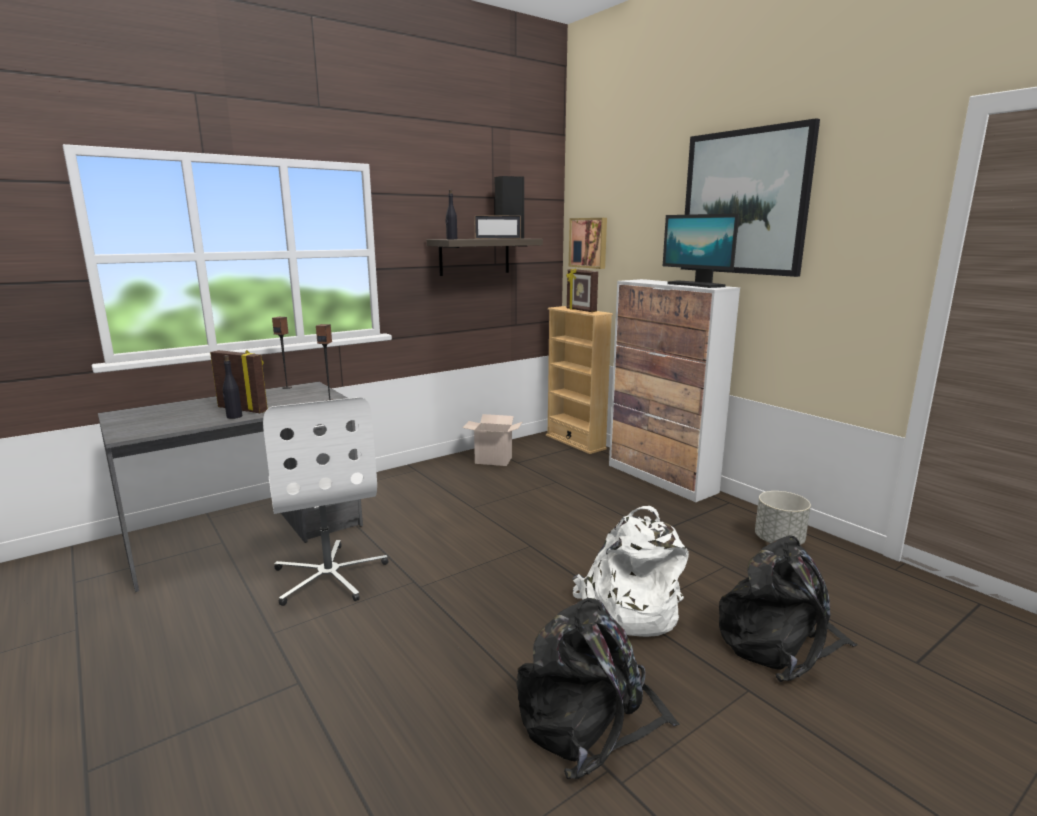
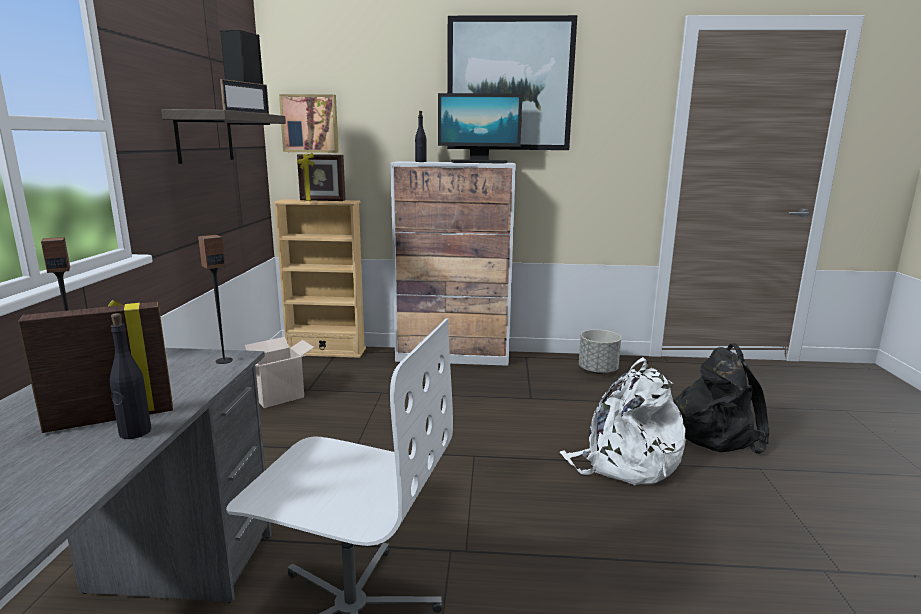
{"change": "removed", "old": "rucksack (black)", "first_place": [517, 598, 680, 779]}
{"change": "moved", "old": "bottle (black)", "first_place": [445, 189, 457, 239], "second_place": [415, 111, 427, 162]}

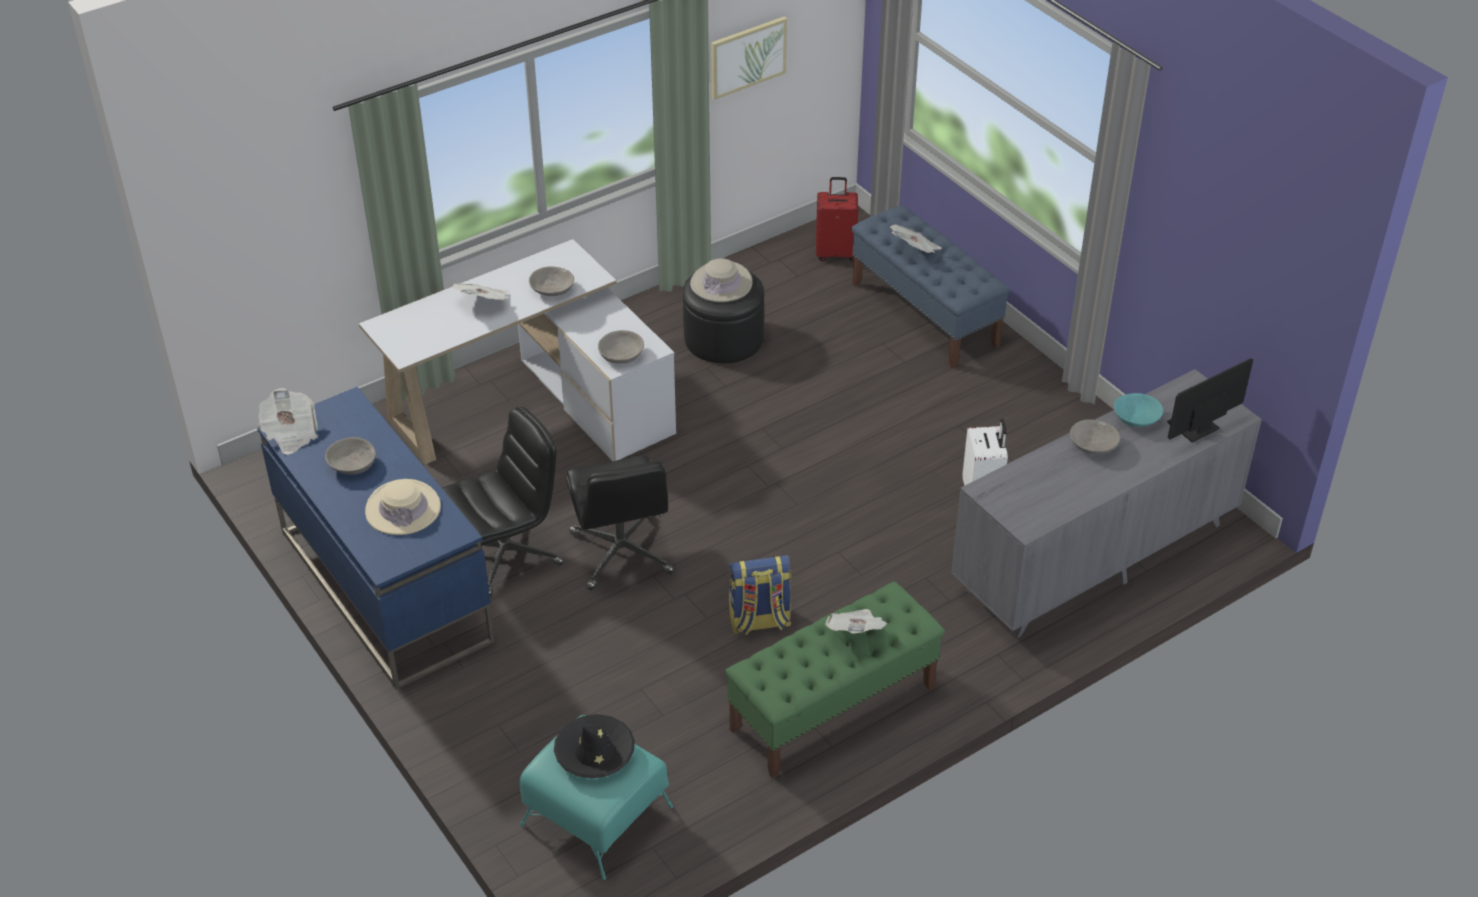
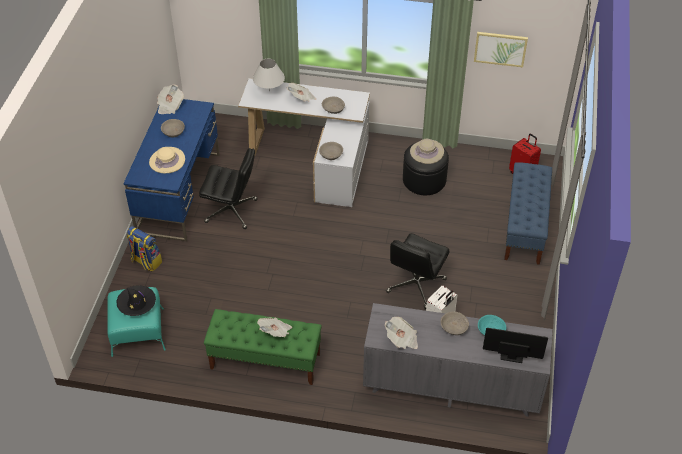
{"change": "added", "new": "table lamp (white-coloured)", "second_place": [253, 59, 285, 92]}
{"change": "moved", "old": "desk chair (black)", "first_place": [566, 455, 674, 590], "second_place": [386, 233, 450, 309]}
{"change": "moved", "old": "rucksack", "first_place": [729, 555, 792, 635], "second_place": [127, 226, 162, 272]}
{"change": "moved", "old": "printed paper", "first_place": [890, 225, 942, 253], "second_place": [385, 317, 418, 349]}

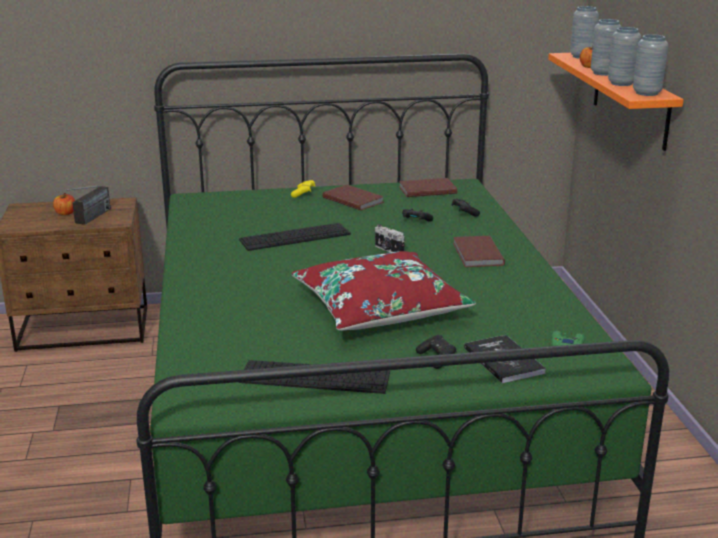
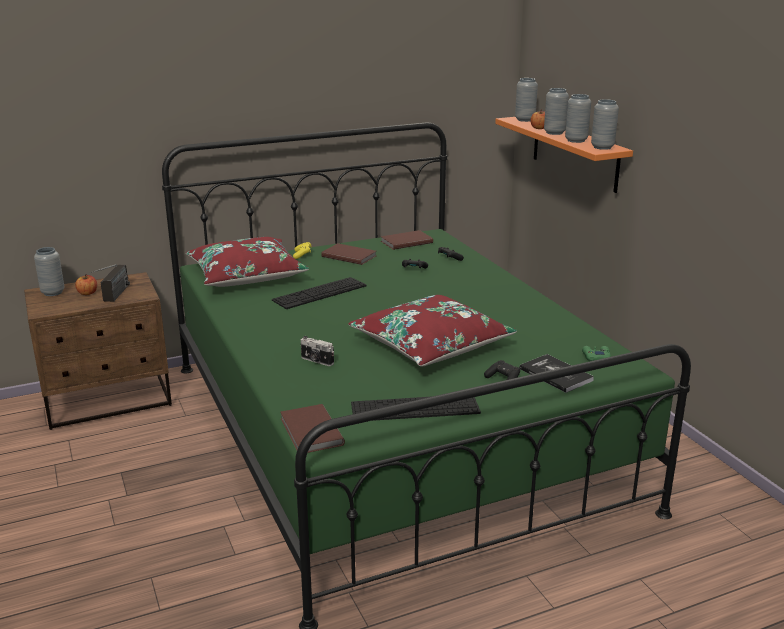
{"change": "added", "new": "decorative vase (gray)", "second_place": [34, 247, 64, 296]}
{"change": "added", "new": "cushion (red-coloured)", "second_place": [186, 237, 309, 287]}
{"change": "moved", "old": "still camera", "first_place": [375, 224, 405, 252], "second_place": [301, 336, 334, 366]}
{"change": "moved", "old": "book (brownish)", "first_place": [453, 236, 505, 267], "second_place": [280, 404, 345, 453]}

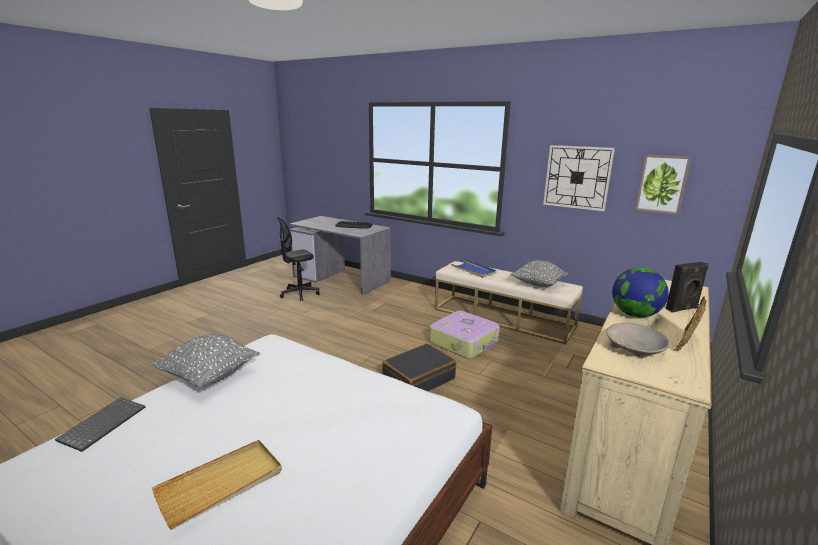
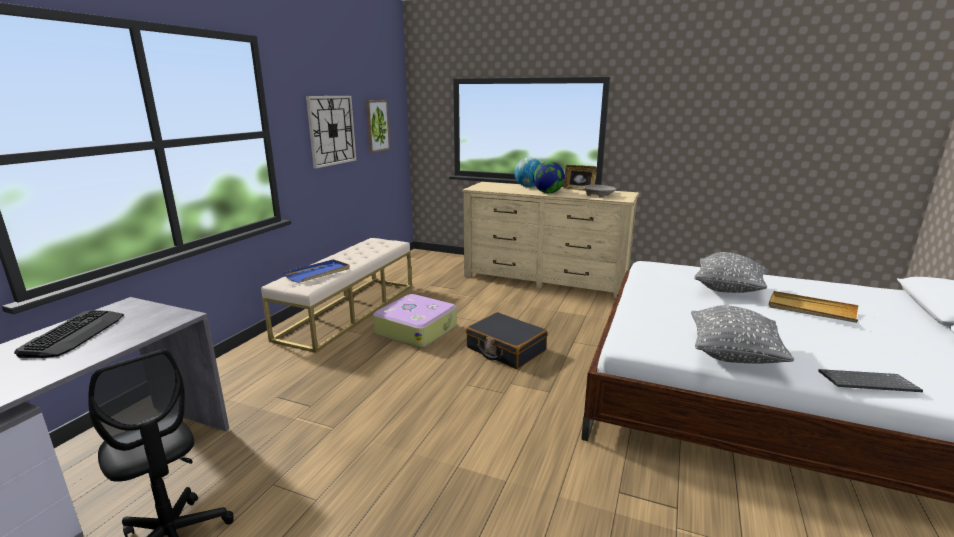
{"change": "moved", "old": "cushion (gray)", "first_place": [511, 260, 568, 287], "second_place": [694, 252, 767, 293]}
{"change": "replaced", "old": "speaker (black)", "new": "world globe", "first_place": [666, 262, 709, 312], "second_place": [514, 157, 541, 187]}

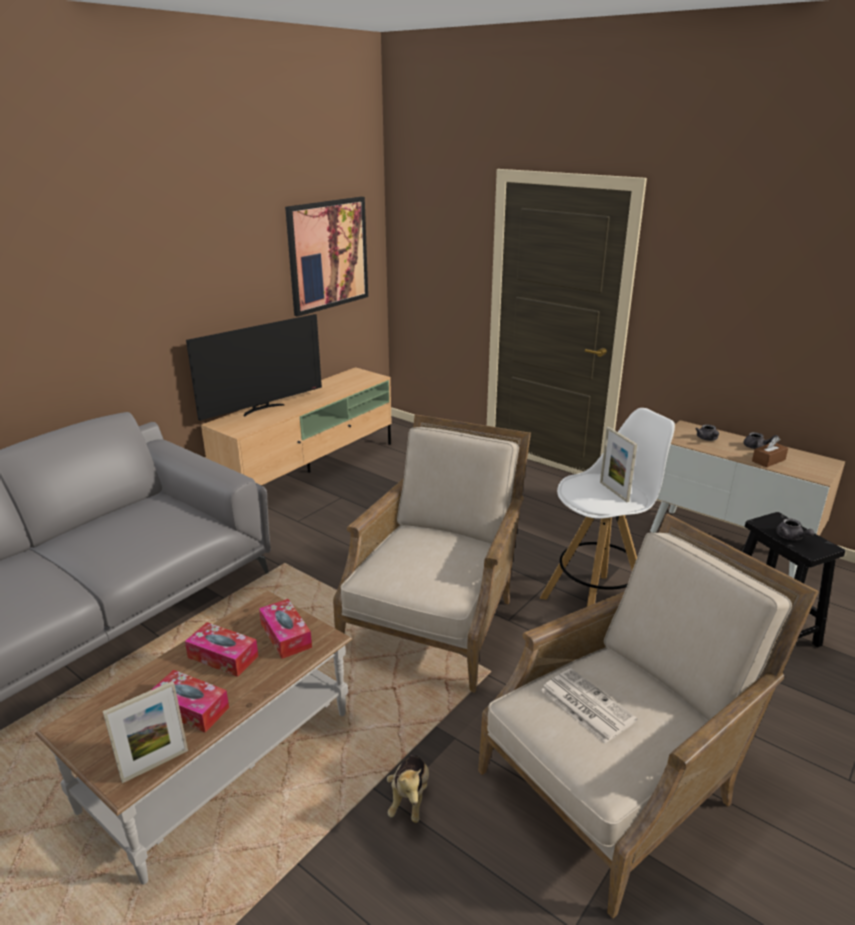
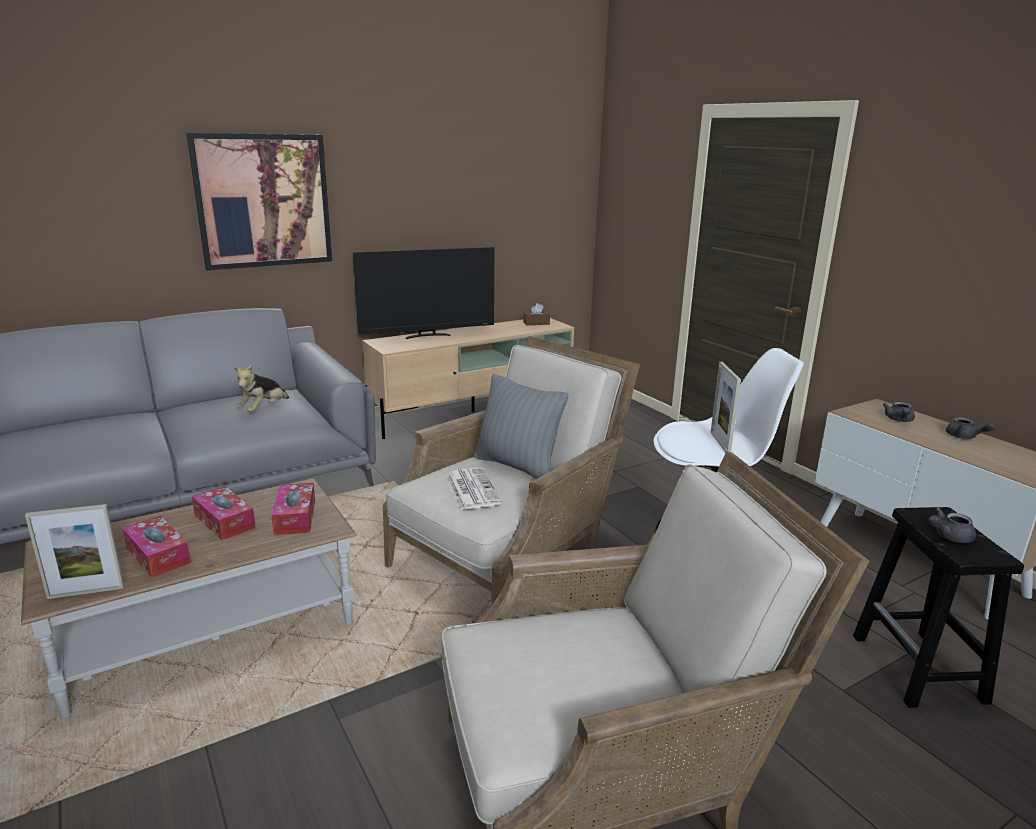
{"change": "added", "new": "cushion (gray)", "second_place": [474, 374, 568, 479]}
{"change": "moved", "old": "picture", "first_place": [285, 197, 368, 317], "second_place": [187, 133, 332, 270]}
{"change": "moved", "old": "plush toy", "first_place": [387, 755, 429, 823], "second_place": [233, 365, 289, 412]}
{"change": "moved", "old": "printed paper", "first_place": [541, 668, 637, 744], "second_place": [446, 467, 502, 510]}
{"change": "moved", "old": "tissue box (brownish)", "first_place": [752, 437, 788, 467], "second_place": [523, 303, 550, 325]}
{"change": "turned", "old": "tea pot (gray)", "first_place": [776, 518, 814, 540], "second_place": [929, 508, 976, 543], "degrees": 75}

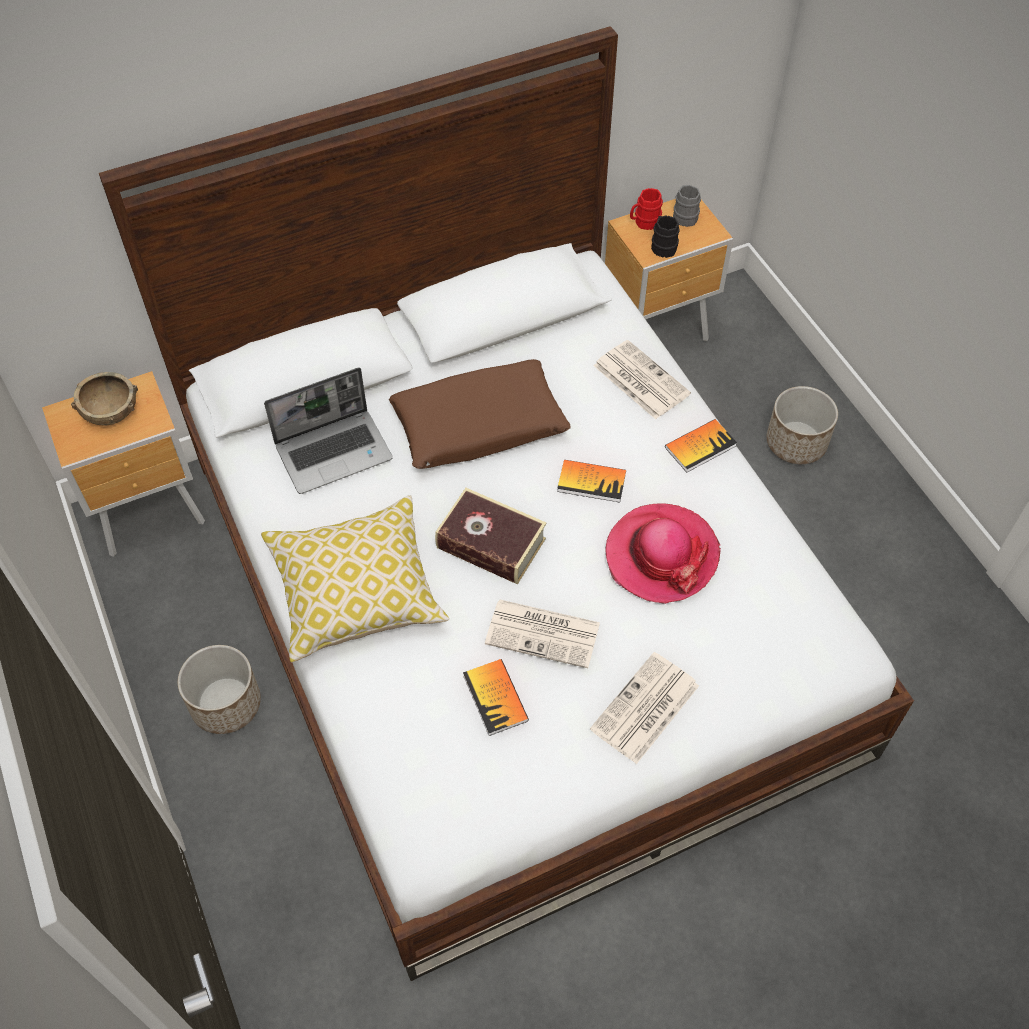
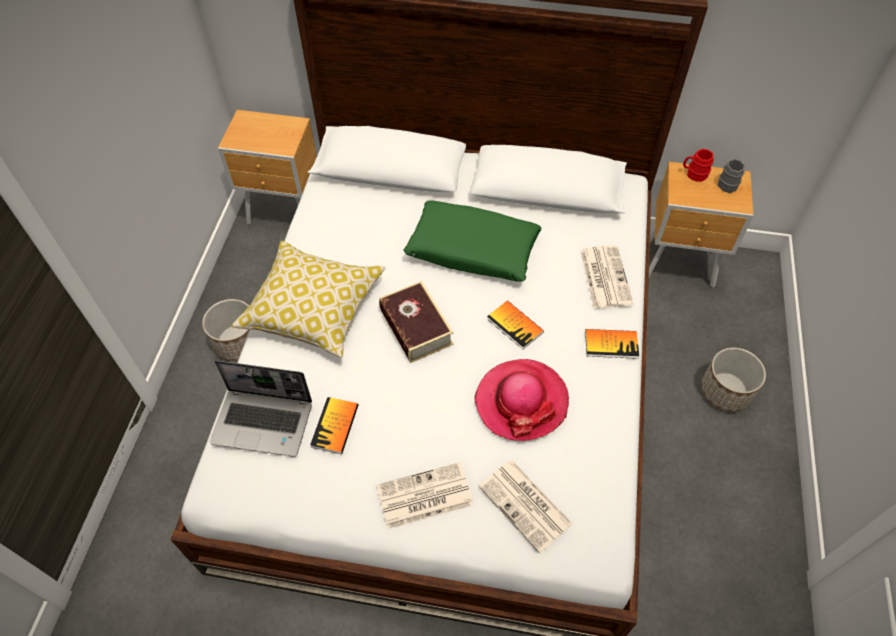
{"change": "removed", "old": "deep dish (brownish)", "first_place": [71, 372, 138, 426]}
{"change": "removed", "old": "coffee mug (black)", "first_place": [651, 216, 680, 258]}
{"change": "moved", "old": "portable computer", "first_place": [264, 368, 393, 494], "second_place": [210, 360, 312, 457]}
{"change": "moved", "old": "printed paper", "first_place": [485, 599, 600, 668], "second_place": [478, 460, 573, 553]}
{"change": "recoloured", "old": "cushion (brownish)", "new": "cushion (green-coloured)", "first_place": [389, 359, 570, 469], "second_place": [404, 200, 541, 282]}

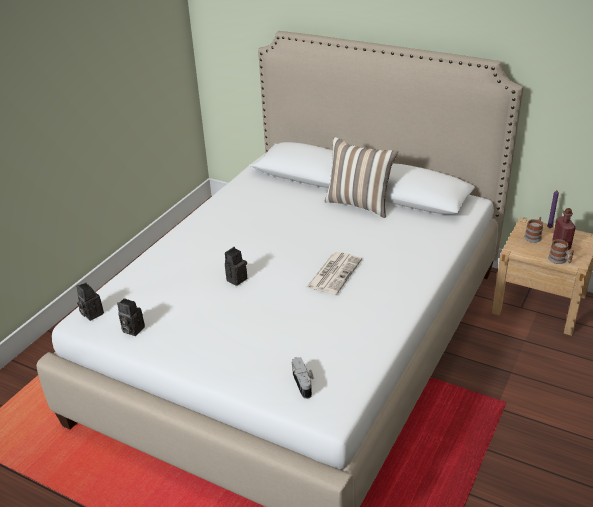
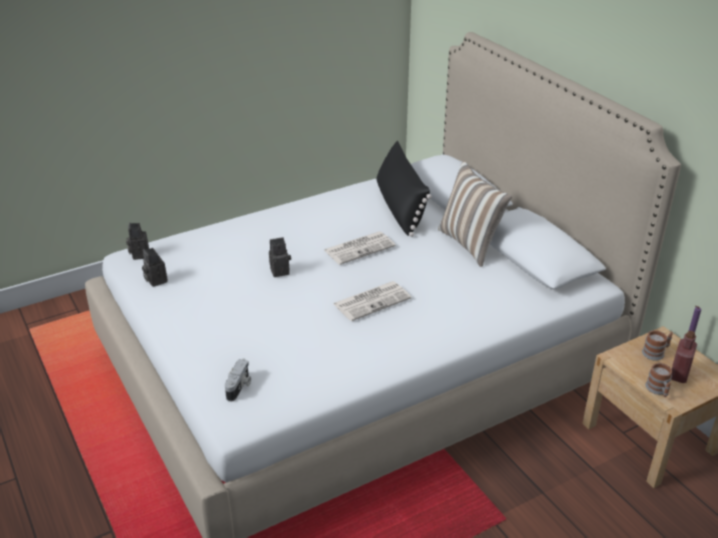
{"change": "added", "new": "printed paper", "second_place": [324, 231, 396, 265]}
{"change": "added", "new": "cushion (black)", "second_place": [377, 141, 432, 237]}

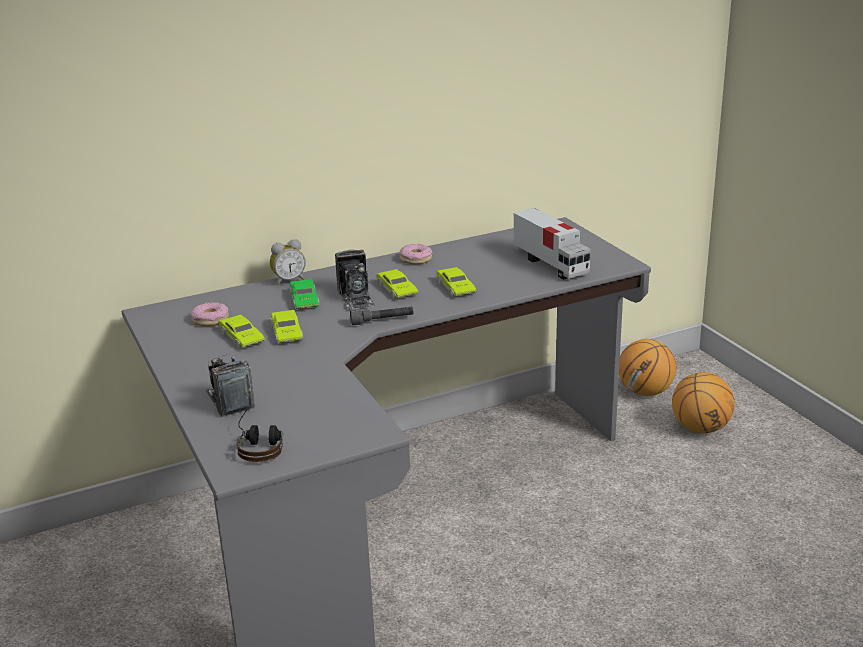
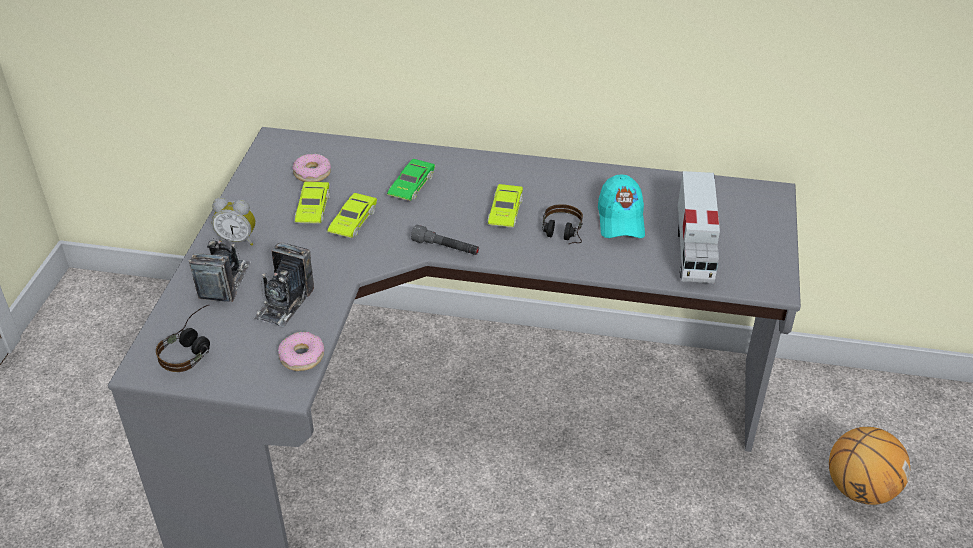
{"change": "removed", "old": "ball for basketball", "first_place": [619, 339, 676, 396]}
{"change": "added", "new": "peaked cap (turquoise)", "second_place": [598, 174, 645, 238]}
{"change": "moved", "old": "alarm clock", "first_place": [270, 239, 306, 285], "second_place": [212, 198, 256, 246]}
{"change": "moved", "old": "still camera", "first_place": [335, 249, 375, 310], "second_place": [254, 242, 314, 327]}
{"change": "moved", "old": "doughnut", "first_place": [399, 244, 432, 264], "second_place": [278, 332, 324, 371]}
{"change": "replaced", "old": "model car (green-coloured)", "new": "headset", "first_place": [436, 267, 477, 296], "second_place": [542, 204, 583, 244]}

